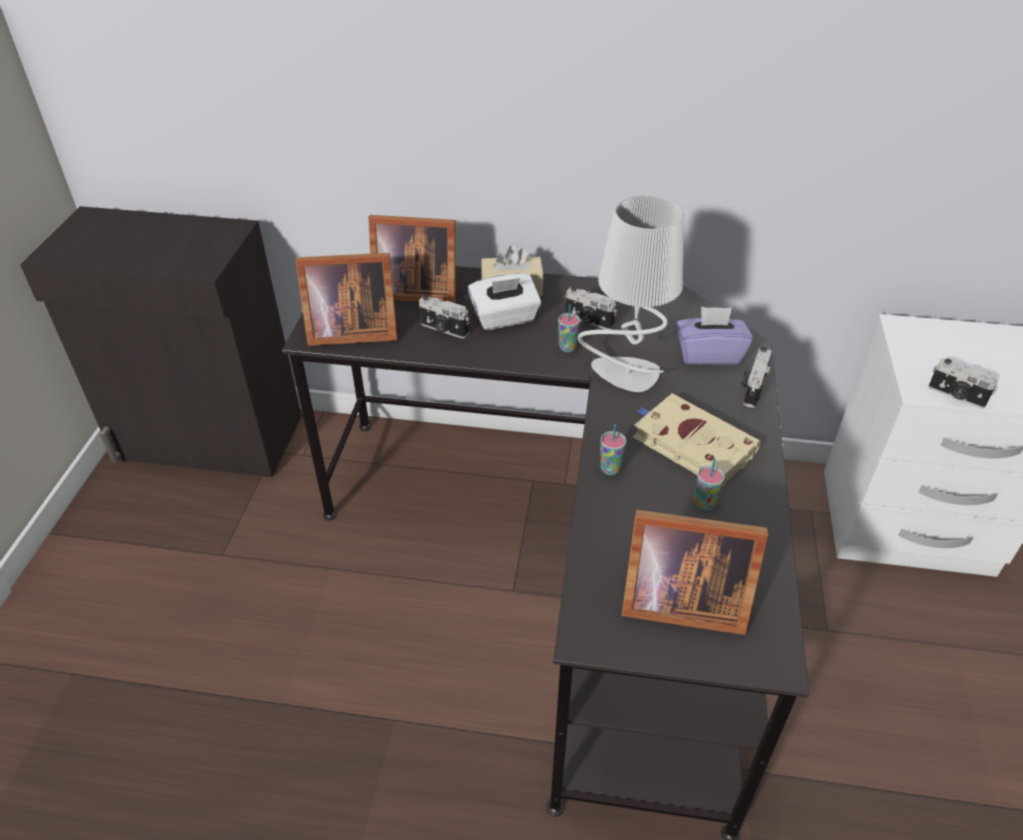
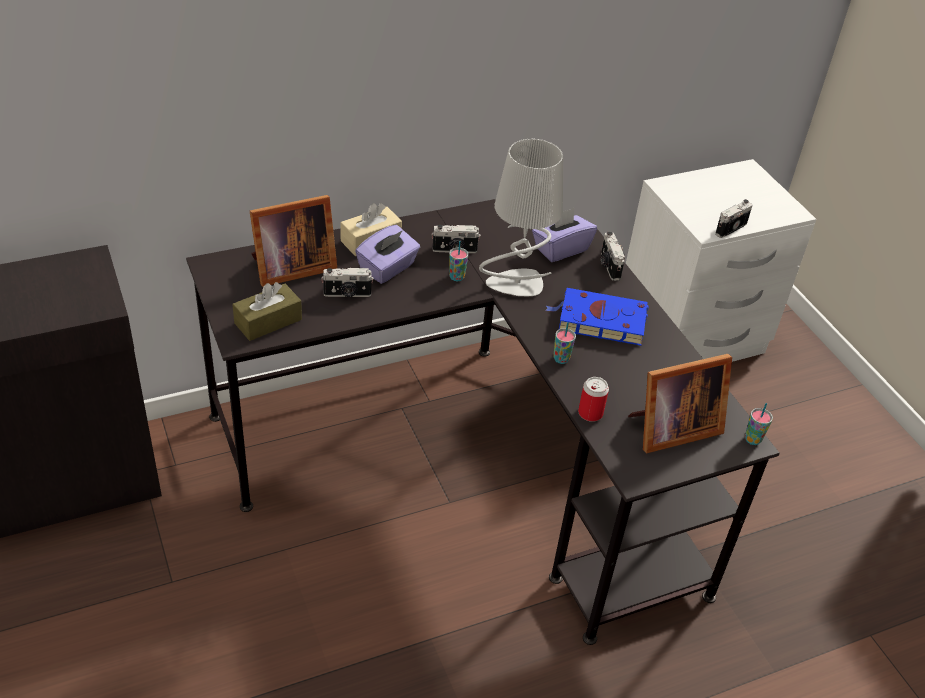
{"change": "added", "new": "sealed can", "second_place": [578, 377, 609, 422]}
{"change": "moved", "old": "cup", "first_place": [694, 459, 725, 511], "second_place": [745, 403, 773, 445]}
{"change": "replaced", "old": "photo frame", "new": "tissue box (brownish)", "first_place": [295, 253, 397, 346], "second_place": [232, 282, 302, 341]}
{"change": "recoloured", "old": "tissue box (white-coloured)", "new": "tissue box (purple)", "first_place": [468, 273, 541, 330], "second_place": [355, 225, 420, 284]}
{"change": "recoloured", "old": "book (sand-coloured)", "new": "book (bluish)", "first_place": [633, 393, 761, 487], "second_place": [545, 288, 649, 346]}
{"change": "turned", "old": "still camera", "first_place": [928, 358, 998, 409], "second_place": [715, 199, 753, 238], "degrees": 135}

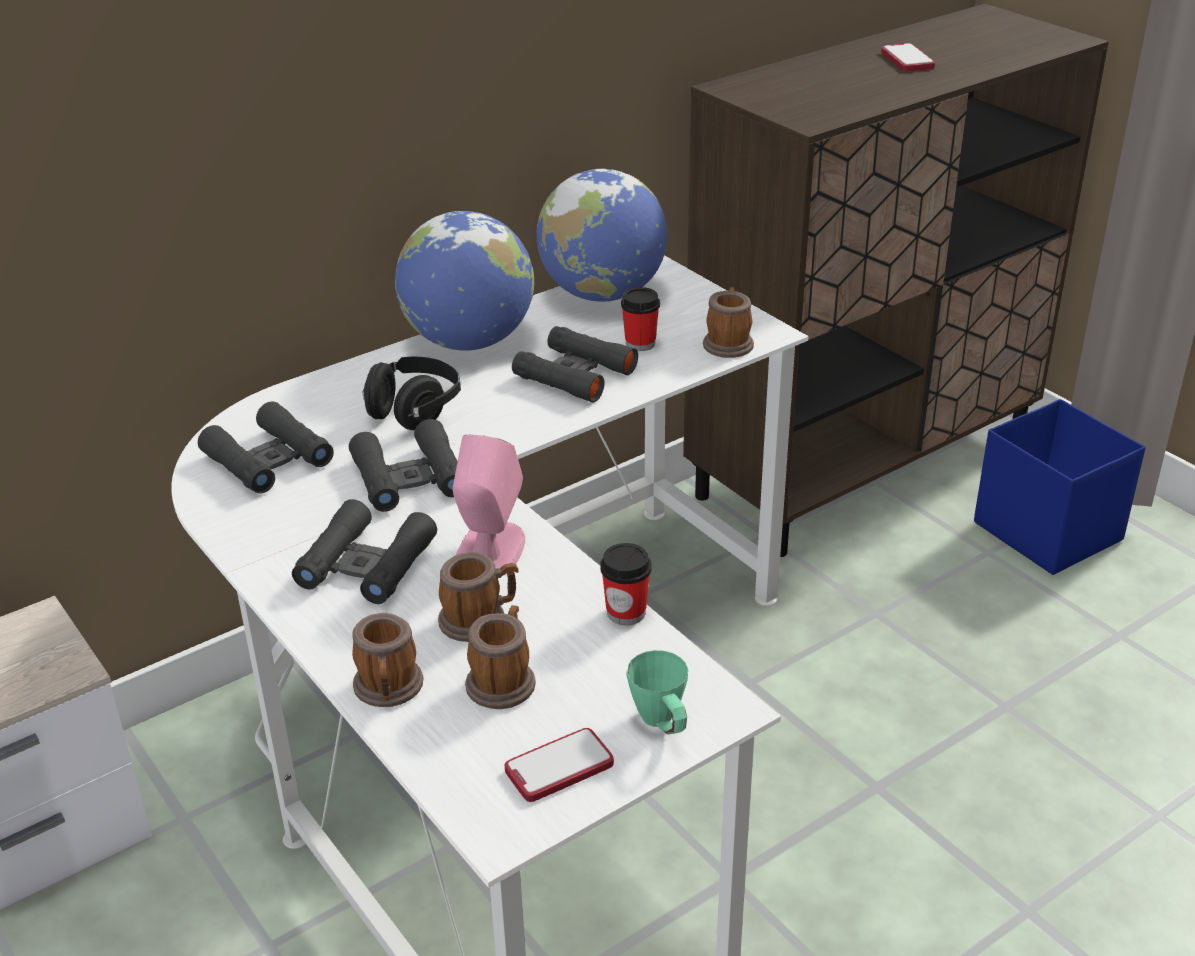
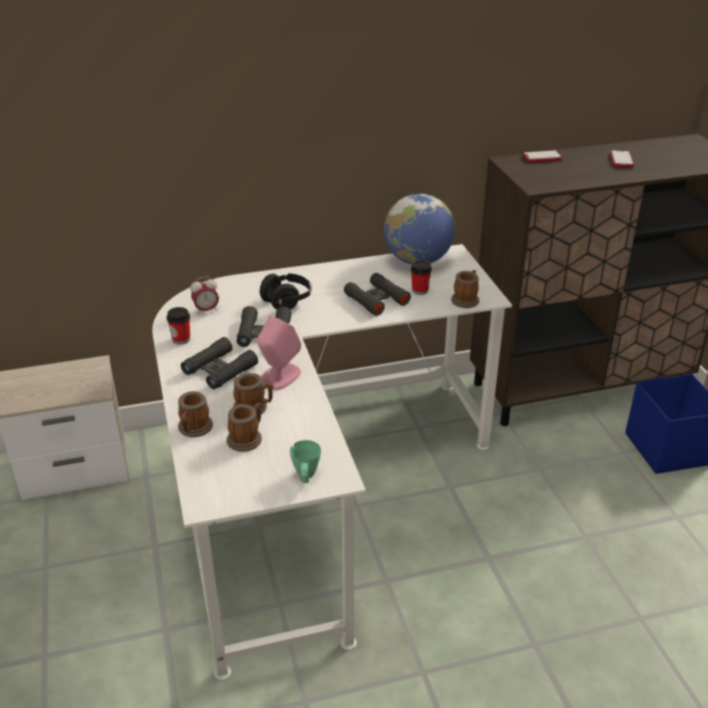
{"change": "removed", "old": "world globe", "first_place": [395, 211, 534, 351]}
{"change": "moved", "old": "handset", "first_place": [505, 728, 614, 802], "second_place": [523, 151, 562, 163]}
{"change": "moved", "old": "cup", "first_place": [600, 543, 652, 625], "second_place": [167, 307, 190, 345]}
{"change": "replaced", "old": "field glasses (black)", "new": "alarm clock", "first_place": [198, 401, 334, 494], "second_place": [190, 276, 219, 314]}

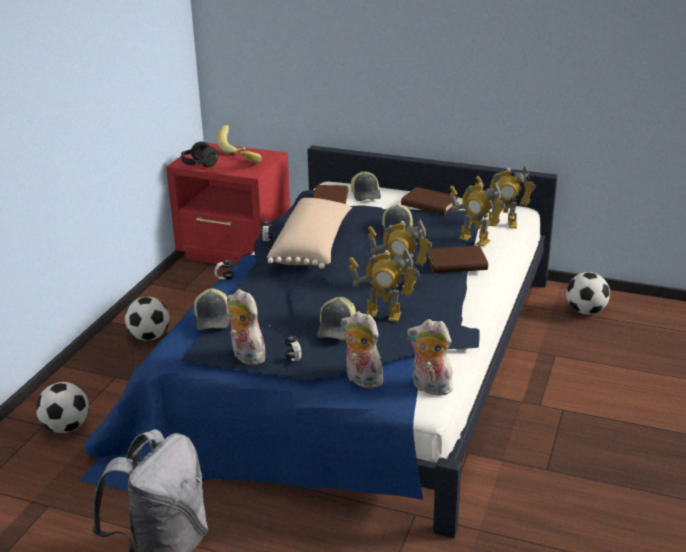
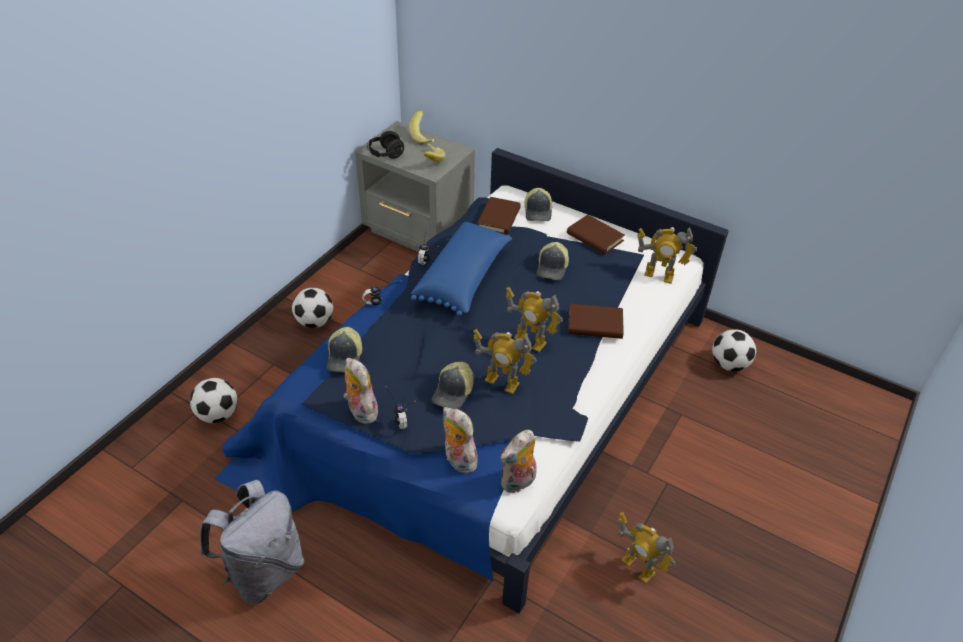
{"change": "moved", "old": "robot figure", "first_place": [450, 182, 505, 247], "second_place": [617, 512, 676, 584]}
{"change": "recoloured", "old": "nightstand (red-coloured)", "new": "nightstand (gray)", "first_place": [166, 143, 290, 267], "second_place": [355, 121, 475, 252]}
{"change": "recoloured", "old": "cushion (sand-coloured)", "new": "cushion (bluish)", "first_place": [267, 198, 352, 269], "second_place": [411, 222, 512, 316]}
{"change": "turned", "old": "plush toy", "first_place": [407, 319, 455, 396], "second_place": [501, 430, 537, 493], "degrees": -75}

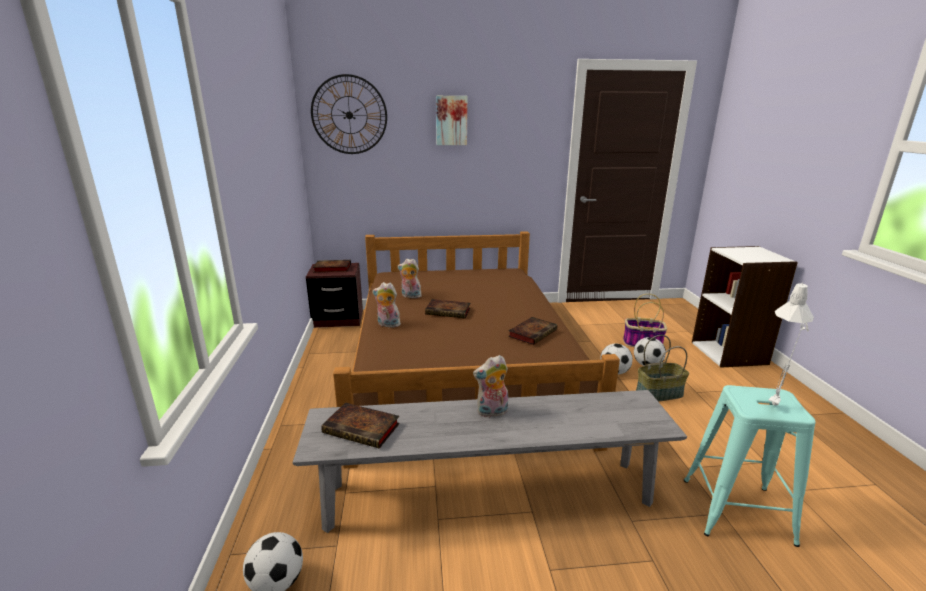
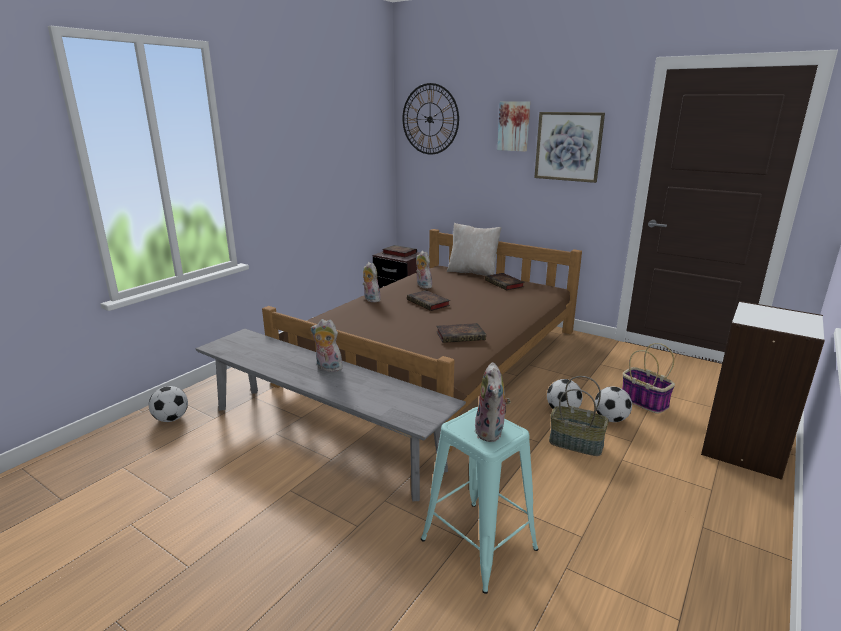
{"change": "added", "new": "cushion (sand-coloured)", "second_place": [447, 223, 501, 276]}
{"change": "added", "new": "picture", "second_place": [534, 112, 605, 183]}
{"change": "moved", "old": "book", "first_place": [321, 402, 400, 449], "second_place": [485, 273, 525, 290]}
{"change": "replaced", "old": "table lamp (white-coloured)", "new": "plush toy", "first_place": [768, 282, 814, 408], "second_place": [474, 362, 511, 442]}

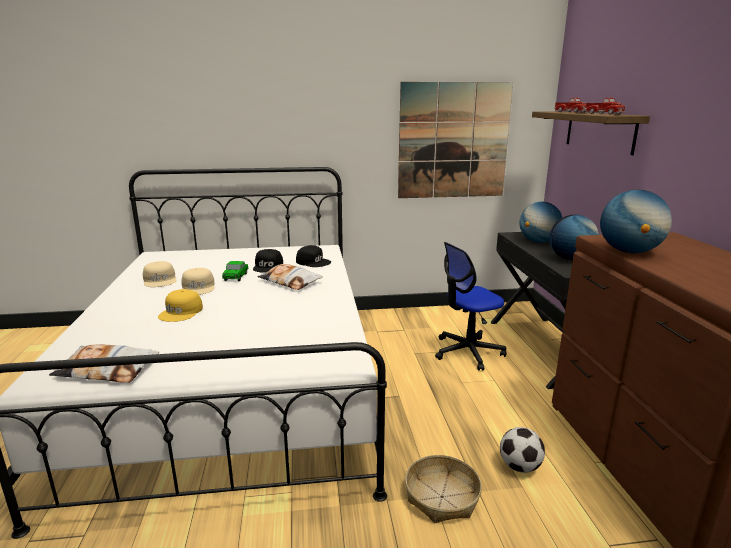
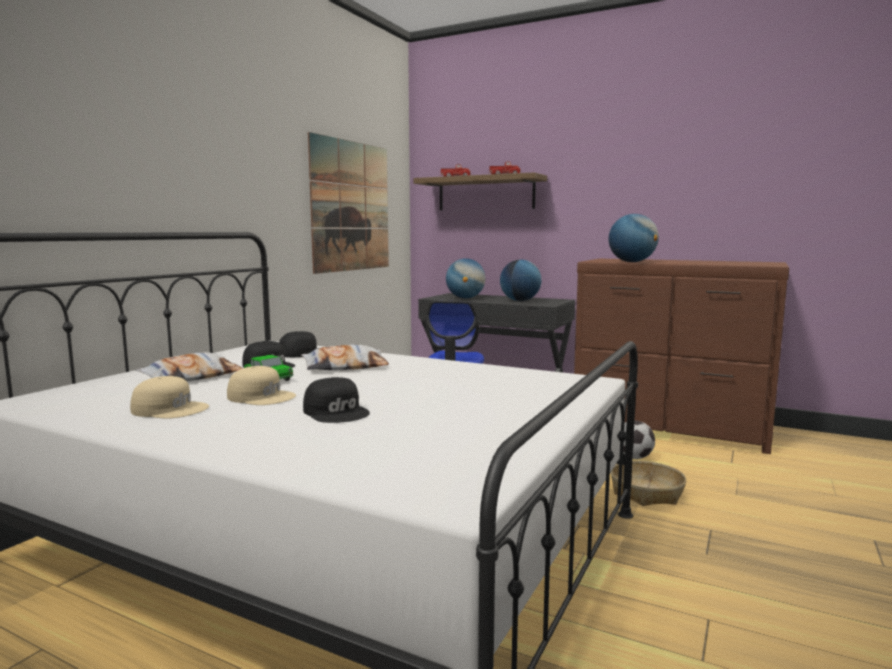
{"change": "moved", "old": "cushion", "first_place": [49, 345, 159, 383], "second_place": [136, 352, 242, 382]}
{"change": "recoloured", "old": "peaked cap (yellow-coloured)", "new": "peaked cap (black)", "first_place": [158, 289, 203, 322], "second_place": [303, 377, 370, 423]}

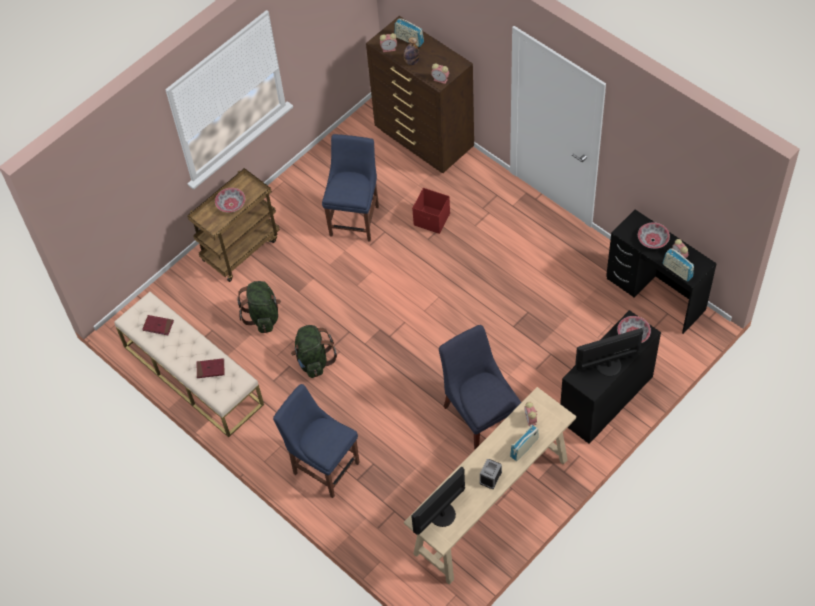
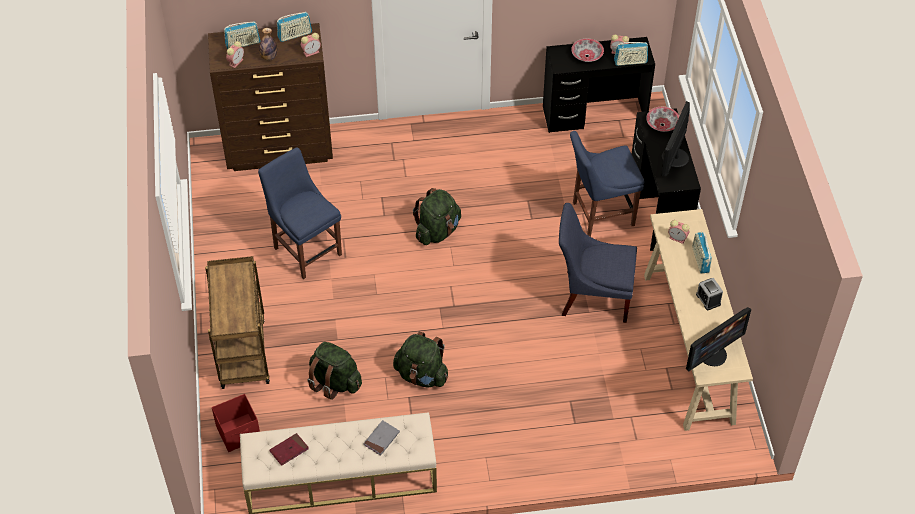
{"change": "removed", "old": "deep dish", "first_place": [215, 188, 245, 213]}
{"change": "added", "new": "radio set", "second_place": [277, 12, 312, 42]}
{"change": "added", "new": "rucksack (green-coloured)", "second_place": [413, 188, 461, 245]}
{"change": "moved", "old": "upright chair (bluish)", "first_place": [273, 384, 360, 498], "second_place": [570, 131, 644, 236]}
{"change": "moved", "old": "storage container (red-coloured)", "first_place": [412, 188, 450, 234], "second_place": [212, 394, 260, 452]}
{"change": "recoloured", "old": "book (red-coloured)", "new": "book (gray)", "first_place": [196, 358, 225, 378], "second_place": [363, 420, 400, 456]}
{"change": "turned", "old": "computer display", "first_place": [411, 466, 465, 535], "second_place": [686, 307, 751, 372], "degrees": -120}

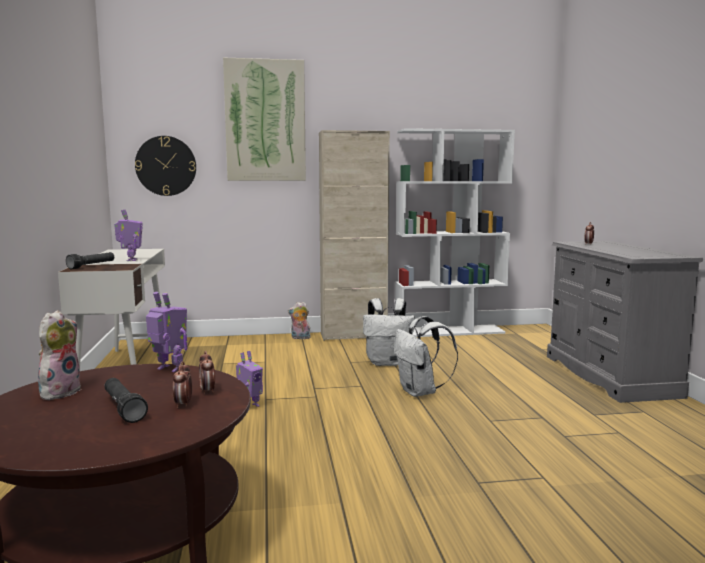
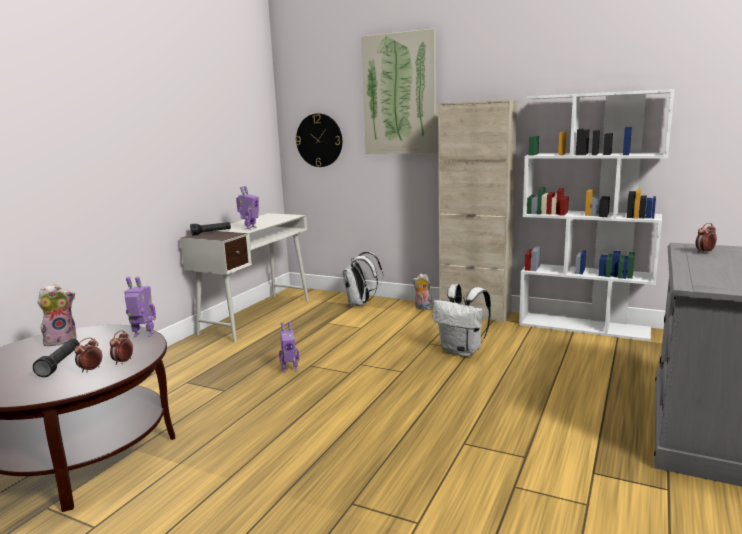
{"change": "moved", "old": "rucksack (white-coloured)", "first_place": [394, 316, 458, 397], "second_place": [342, 252, 383, 306]}
{"change": "turned", "old": "robot figure", "first_place": [146, 292, 187, 372], "second_place": [125, 276, 156, 337], "degrees": -60}

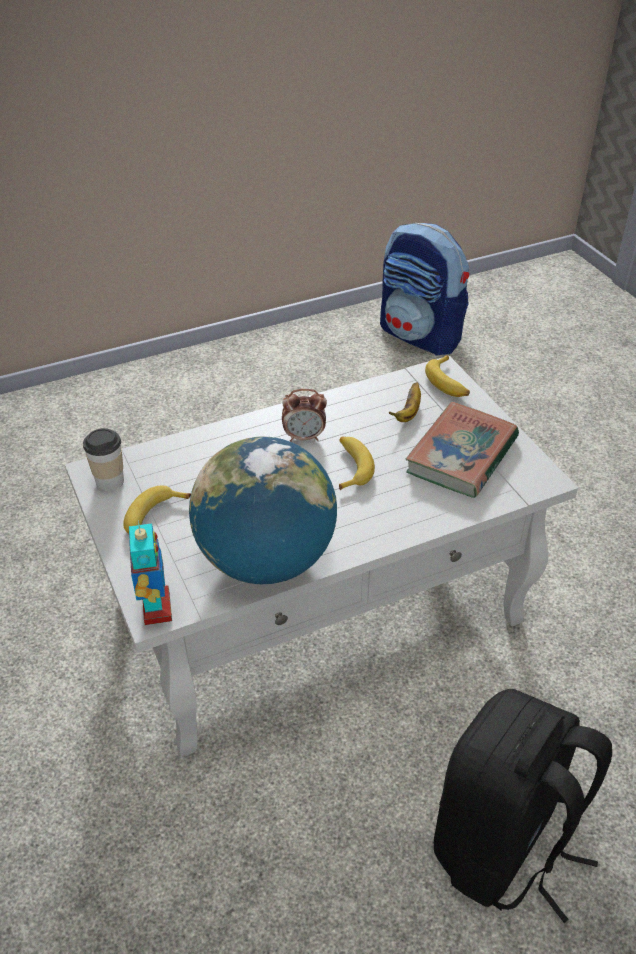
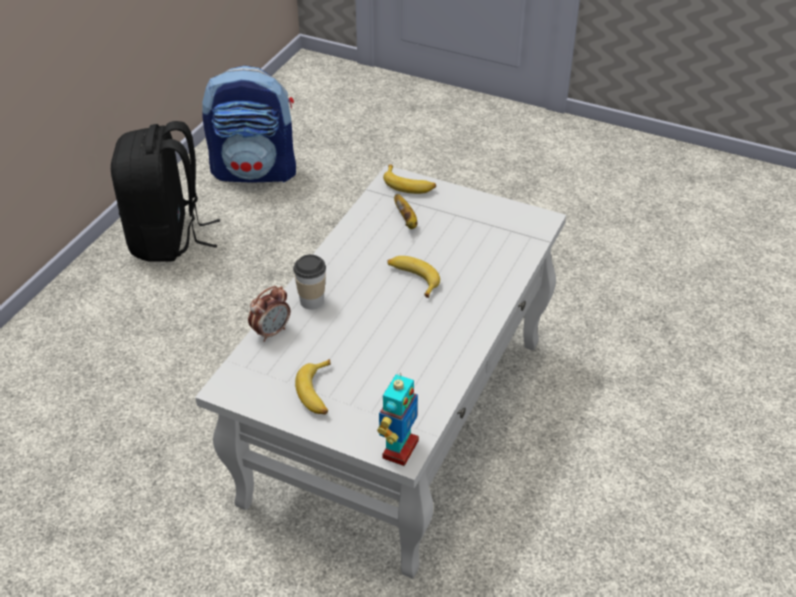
{"change": "removed", "old": "world globe", "first_place": [189, 436, 337, 584]}
{"change": "removed", "old": "book", "first_place": [406, 402, 519, 498]}
{"change": "moved", "old": "cup", "first_place": [83, 428, 124, 491], "second_place": [293, 254, 326, 310]}
{"change": "moved", "old": "alarm clock", "first_place": [282, 389, 327, 442], "second_place": [248, 286, 290, 342]}
{"change": "moved", "old": "rucksack (black)", "first_place": [434, 689, 612, 923], "second_place": [111, 121, 220, 261]}
{"change": "turned", "old": "robot figure", "first_place": [129, 520, 172, 625], "second_place": [377, 373, 419, 466], "degrees": 75}

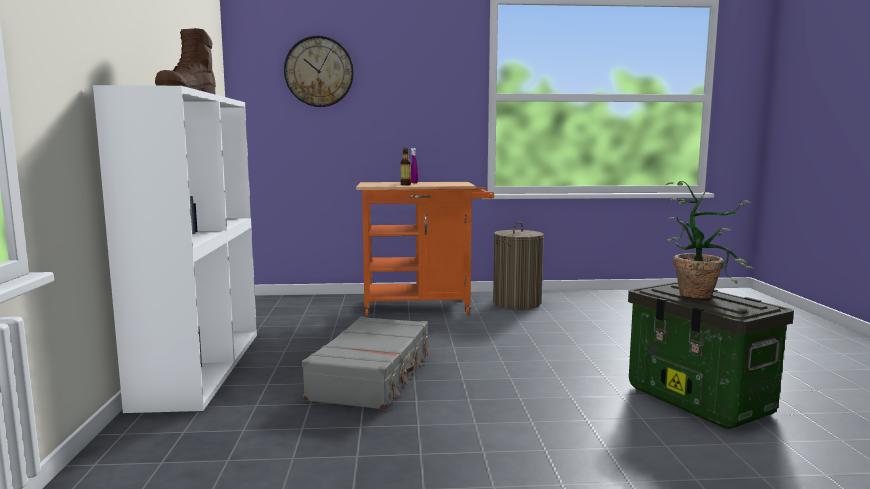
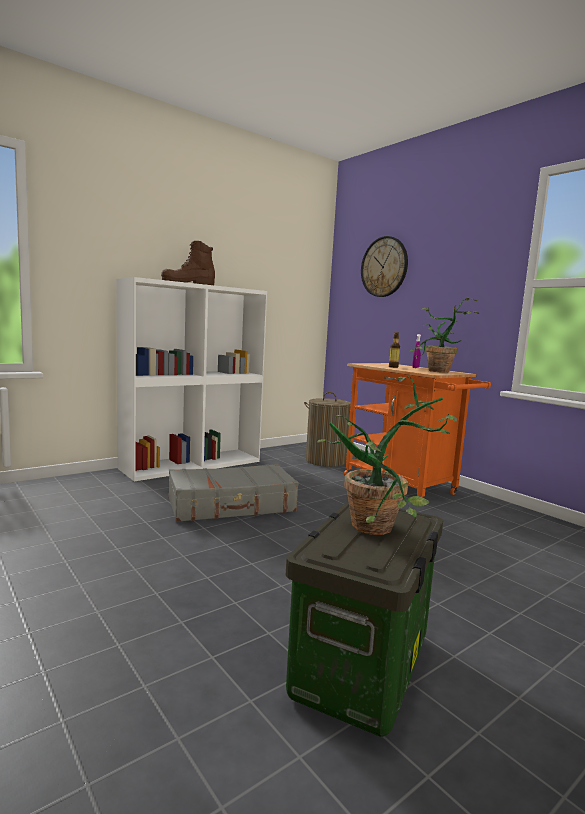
{"change": "added", "new": "potted plant", "second_place": [410, 297, 479, 373]}
{"change": "moved", "old": "laundry basket", "first_place": [493, 222, 544, 309], "second_place": [304, 392, 351, 467]}

